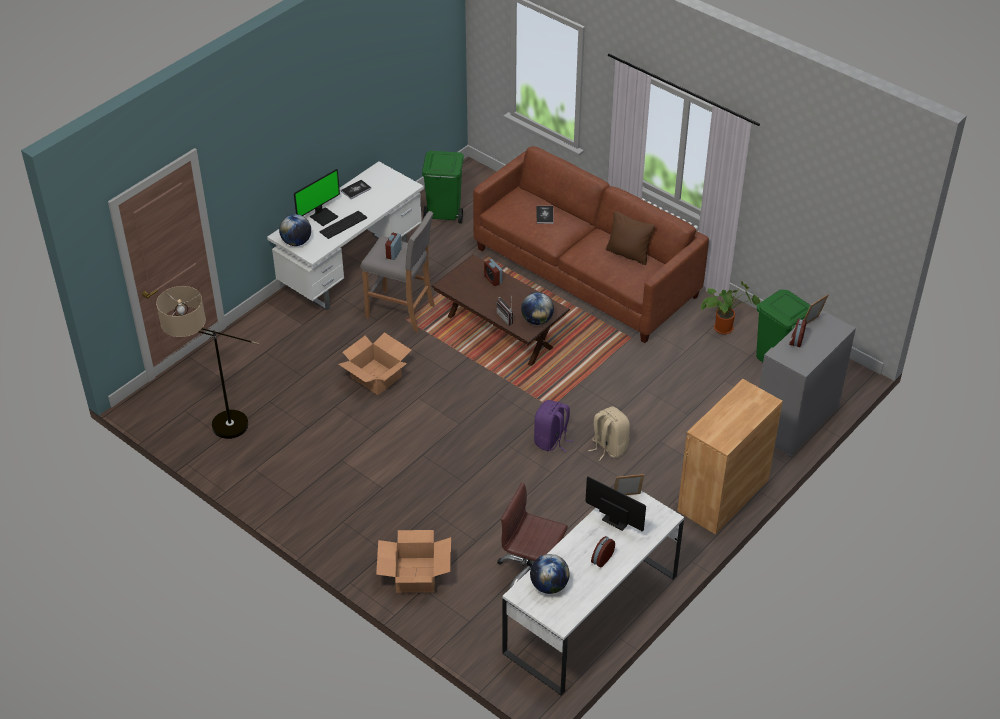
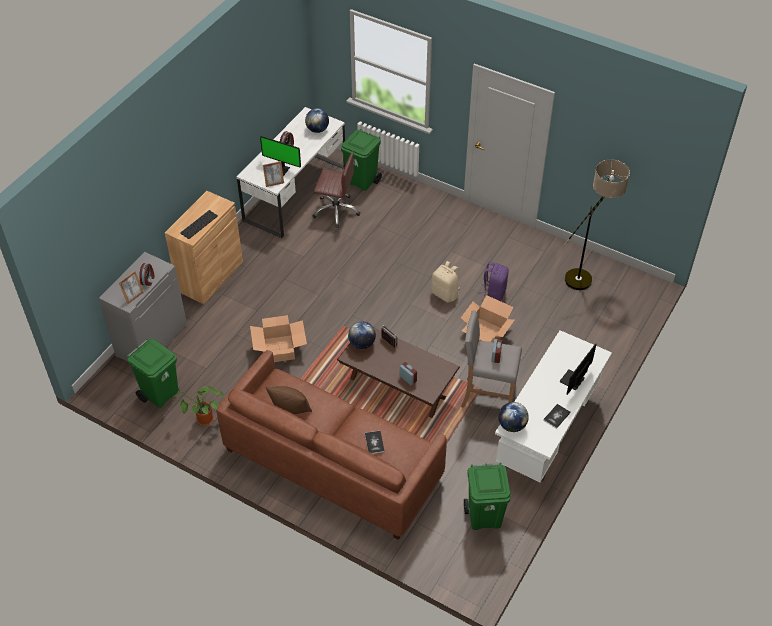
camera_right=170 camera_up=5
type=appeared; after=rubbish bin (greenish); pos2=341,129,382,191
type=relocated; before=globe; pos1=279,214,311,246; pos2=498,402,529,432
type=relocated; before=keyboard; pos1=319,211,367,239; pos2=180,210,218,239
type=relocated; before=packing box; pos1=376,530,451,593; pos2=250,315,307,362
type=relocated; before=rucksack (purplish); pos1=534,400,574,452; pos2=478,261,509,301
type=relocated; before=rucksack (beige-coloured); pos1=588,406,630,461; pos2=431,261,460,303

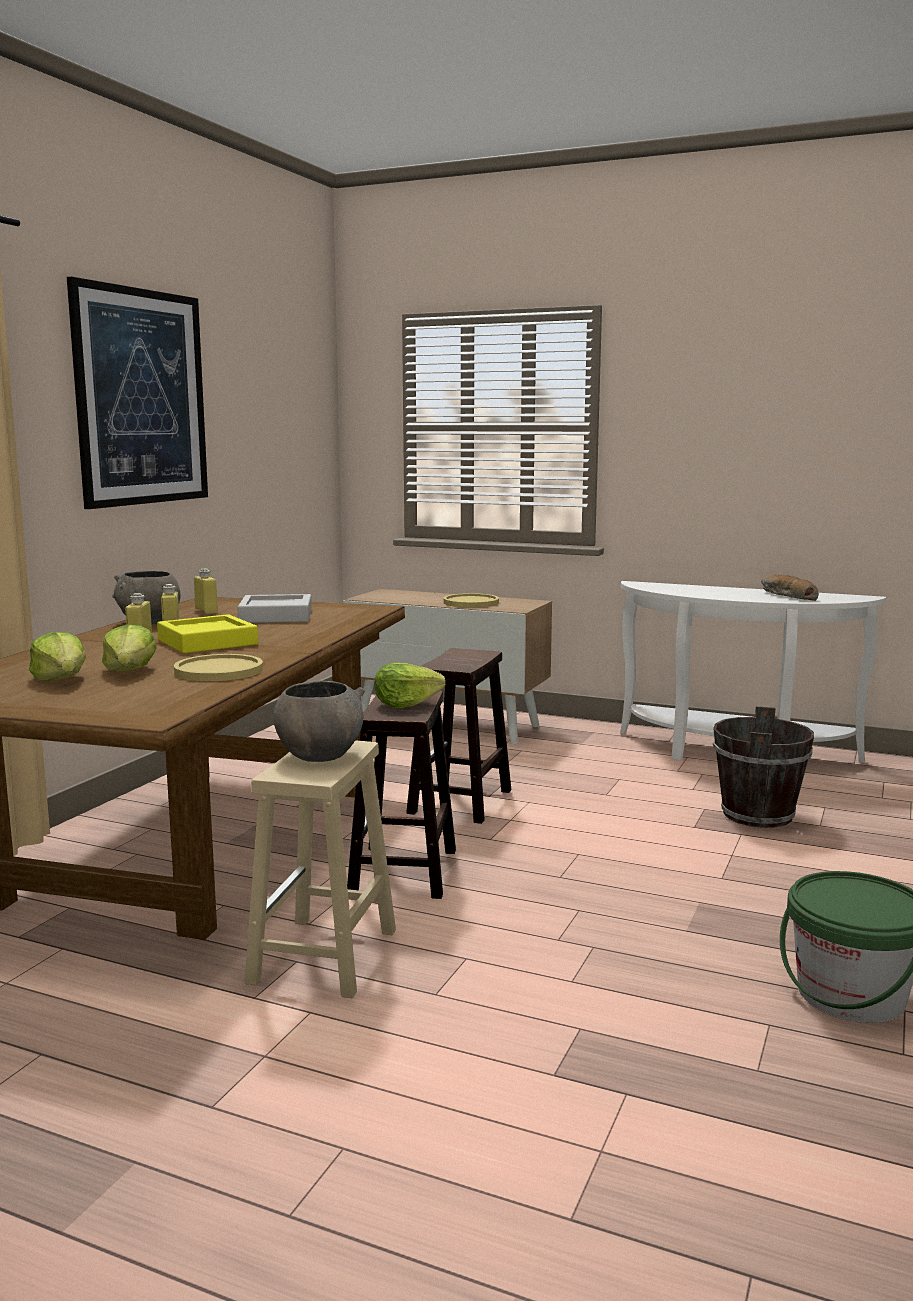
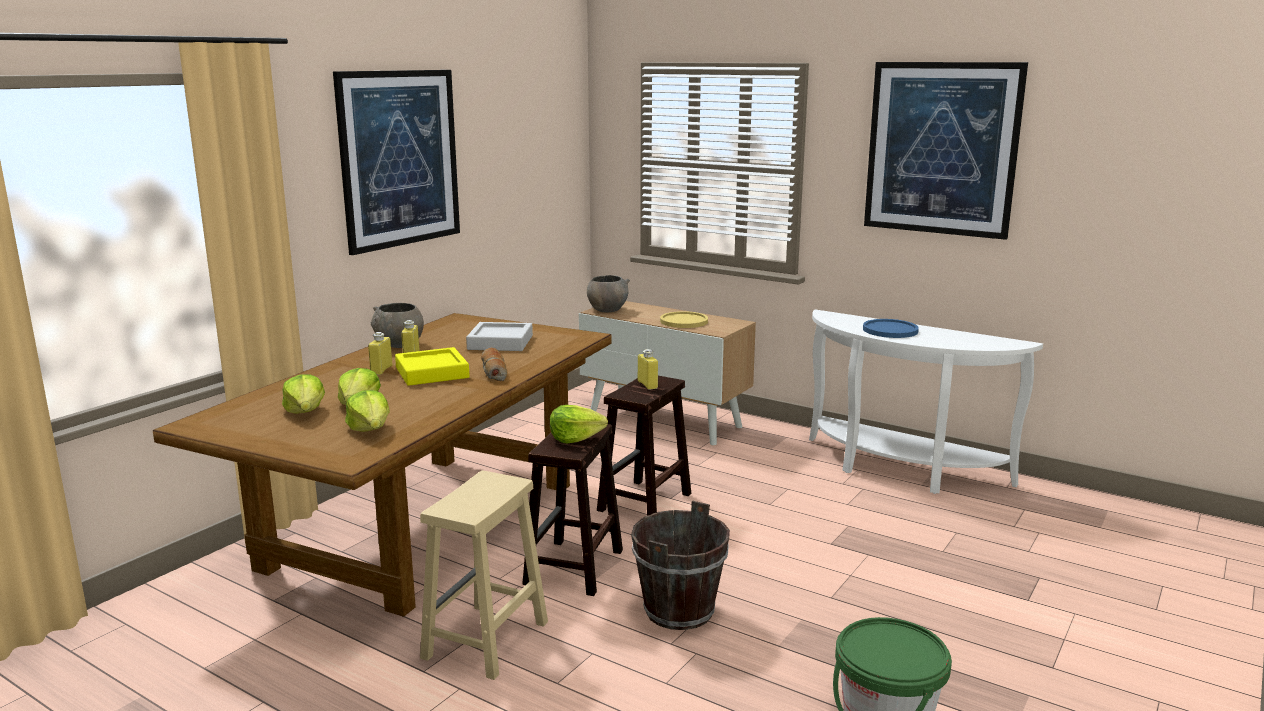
camera_right=10 camera_up=5
type=missing; before=dinner plate (yellowish); pos1=174,654,263,681
type=appeared; after=lettuce; pos2=345,390,390,432
type=appeared; after=dinner plate (blue-coloured); pos2=863,319,919,338
type=appeared; after=picture; pos2=864,62,1028,240
type=relocated; before=bottle (yellowish); pos1=194,569,218,614; pos2=637,349,658,390
type=relocated; before=bowl (greyish); pos1=273,680,365,762; pos2=587,275,630,312
type=relocated; before=pail (brownish); pos1=713,706,814,828; pos2=631,501,730,630
type=relocated; before=bakery bread; pos1=761,574,819,601; pos2=481,348,507,381

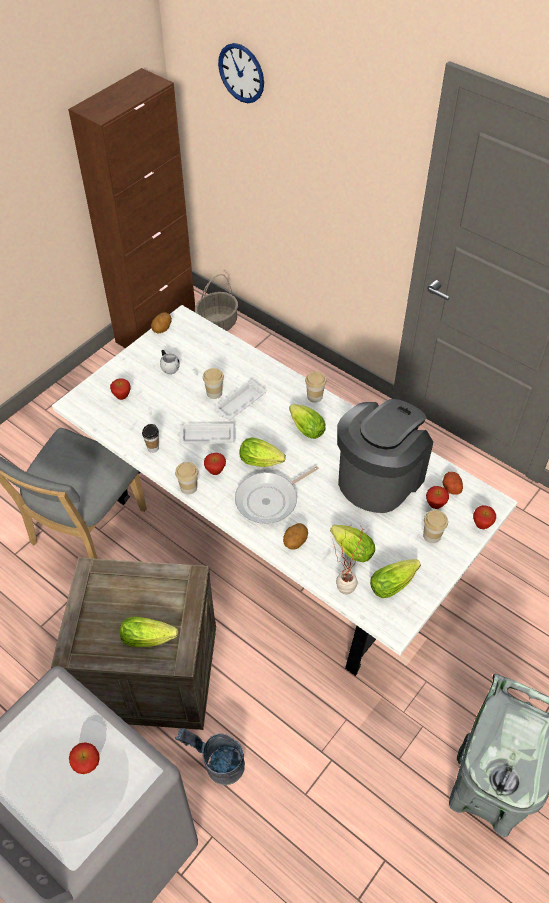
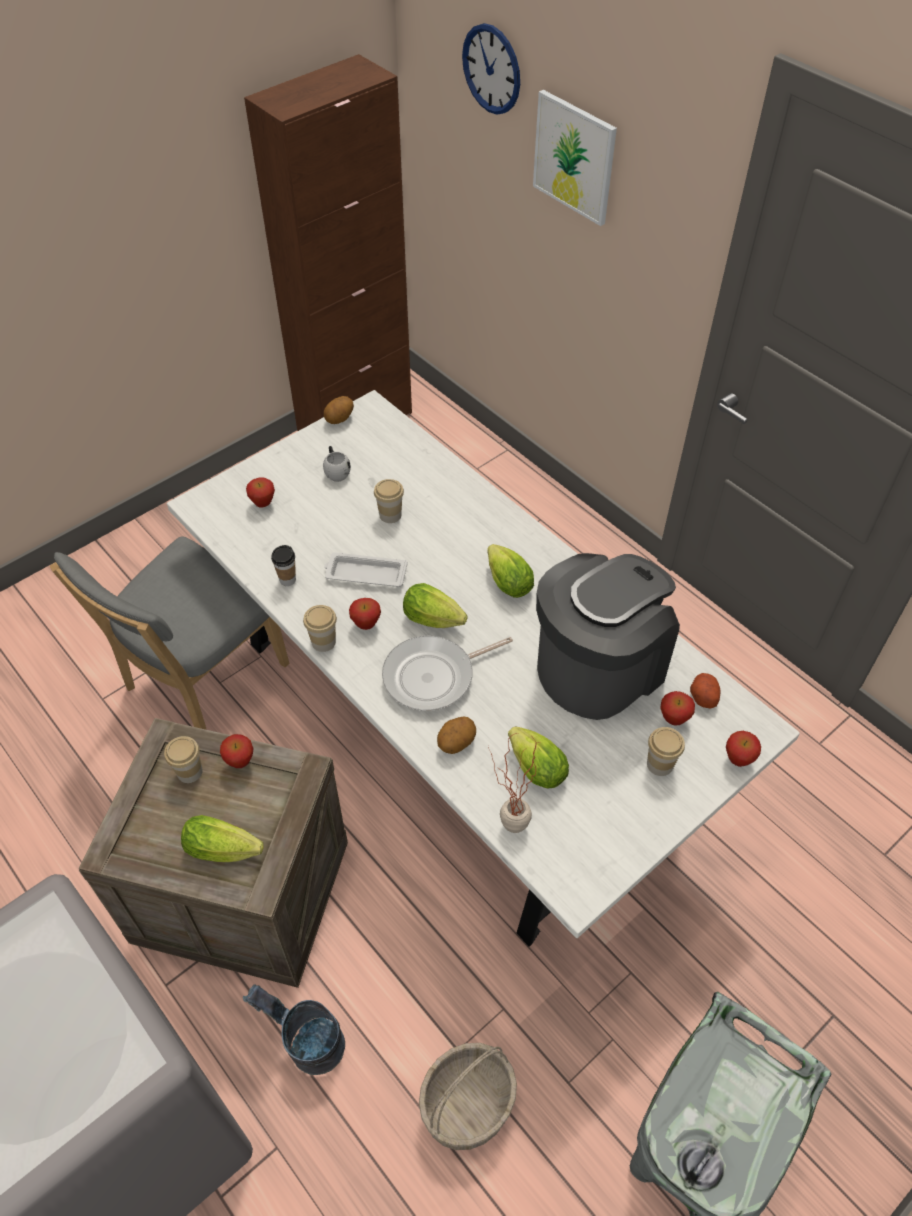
camera_right=10 camera_up=0
type=missing; before=carrying tray (white); pos1=214,379,267,420
type=missing; before=lettuce; pos1=370,559,421,598
type=appeared; after=picture; pos2=533,90,617,226
type=relocated; before=whole apple; pos1=69,742,100,774; pos2=220,734,253,768
type=relocated; before=household basket; pos1=195,274,238,331; pos2=419,1043,517,1150
type=relocated; before=cup; pos1=305,372,326,402; pos2=164,736,203,783

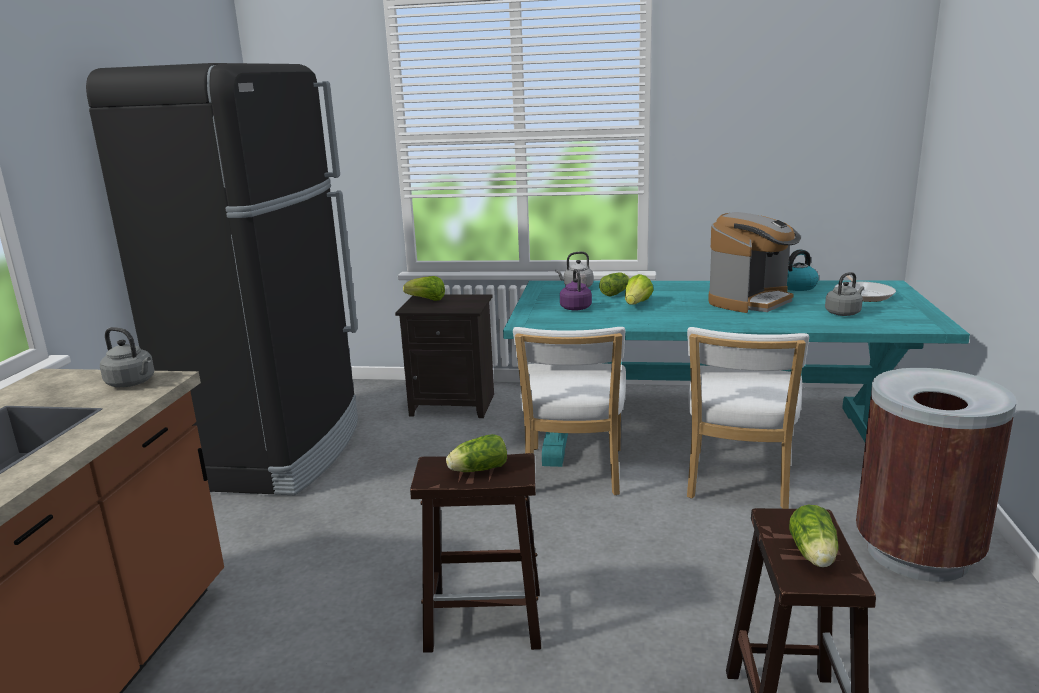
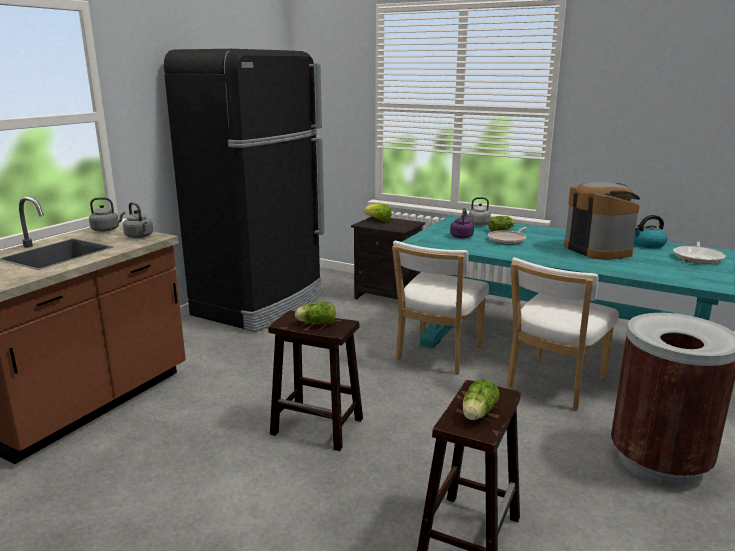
camera_right=20 camera_up=0
type=relocated; before=kettle (greyish); pos1=825,272,864,316; pos2=89,197,125,232
type=exchanged; before=lettuce; after=frying pan; pos1=625,274,654,305; pos2=488,227,527,245
type=spun; before=coffee brewer; pos1=708,212,801,313; pos2=564,182,640,260; turn=-90

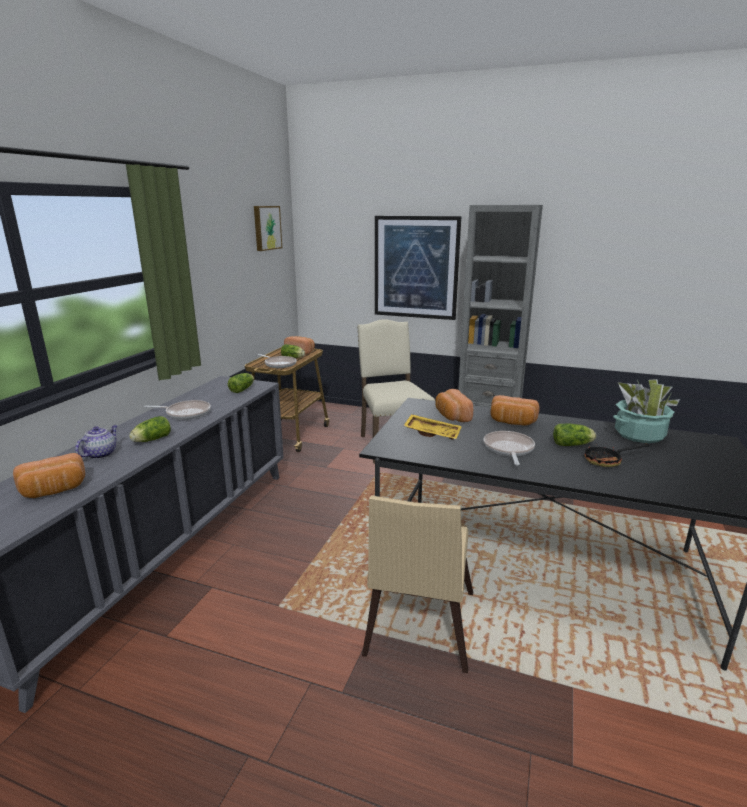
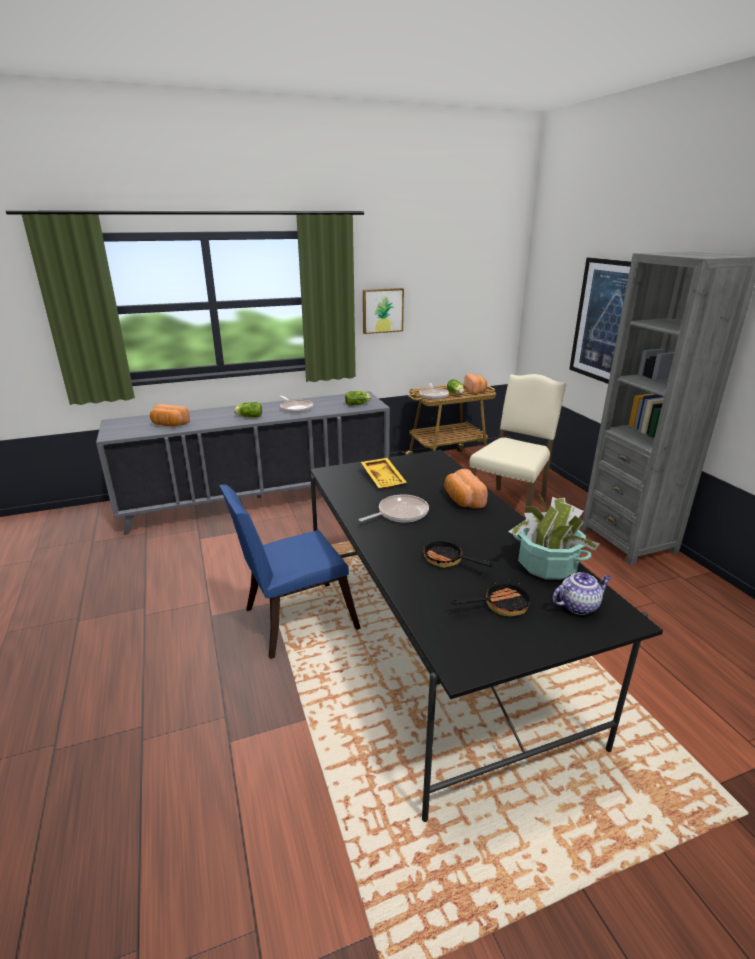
camera_right=50 camera_up=5
type=missing; before=bakery bread; pos1=435,389,474,422
type=missing; before=lettuce; pos1=553,424,596,446
type=appeared; after=frying pan; pos2=451,580,530,617
type=relocated; before=teapot; pos1=75,425,118,459; pos2=552,572,612,615
type=relocated; before=picture; pos1=254,206,282,251; pos2=363,288,404,334
type=colour; before=chair (beige-coloured); after=chair (blue-coloured); pos1=362,495,473,673; pos2=219,485,361,659

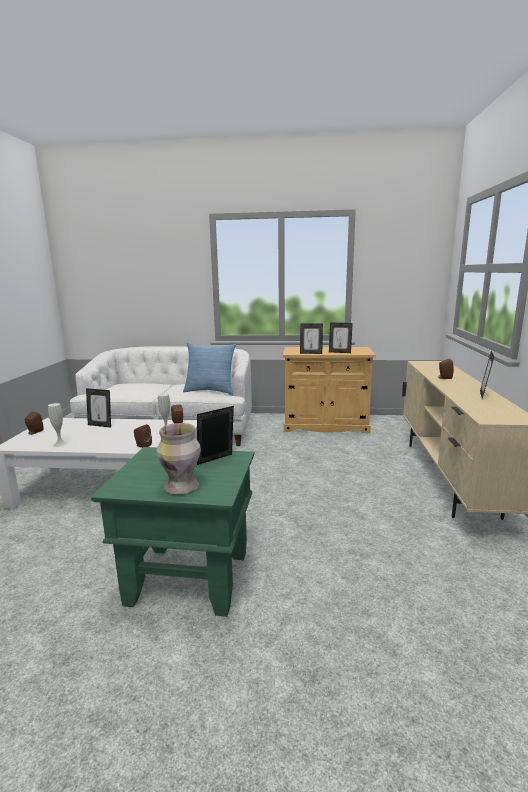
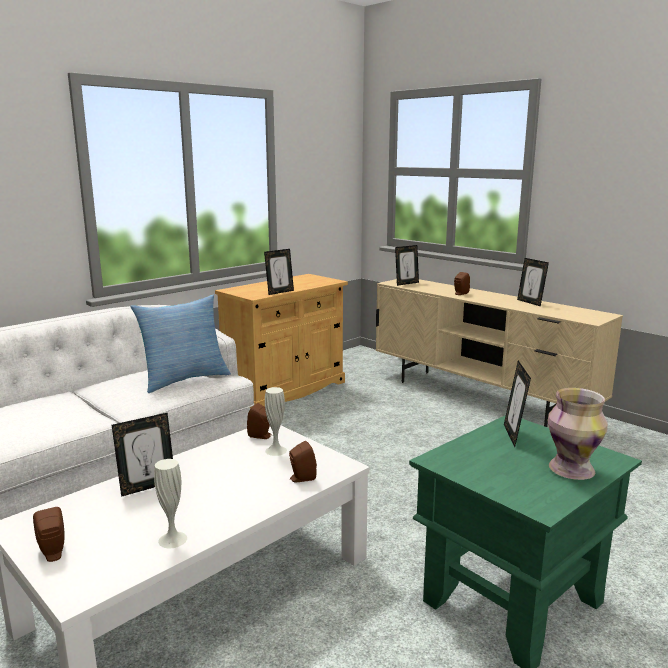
camera_right=-50 camera_up=0
type=relocated; before=standing frame; pos1=329,323,353,353; pos2=395,245,419,286

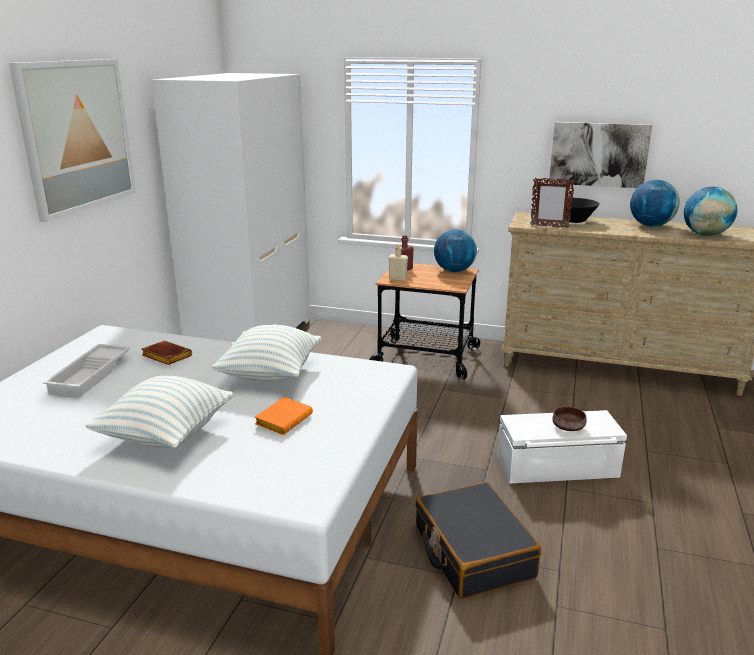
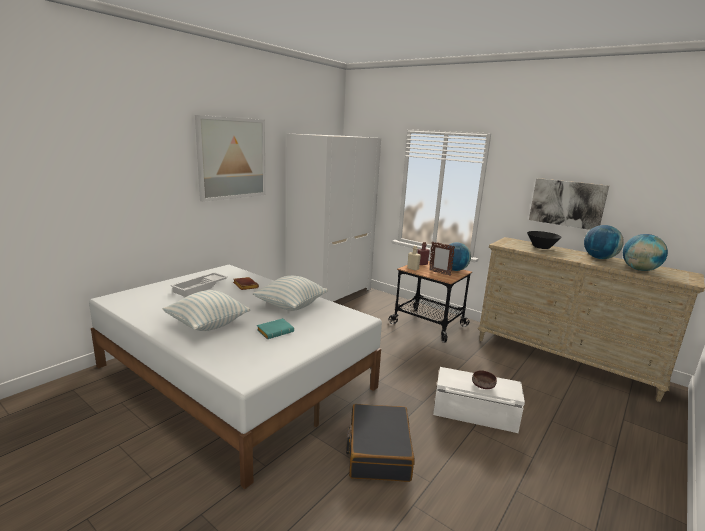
camera_right=20 camera_up=-5
type=relocated; before=standing frame; pos1=530,177,575,228; pos2=429,242,455,276
type=colour; before=book (orange-coloured); after=book (turquoise); pos1=255,397,313,435; pos2=257,318,294,339

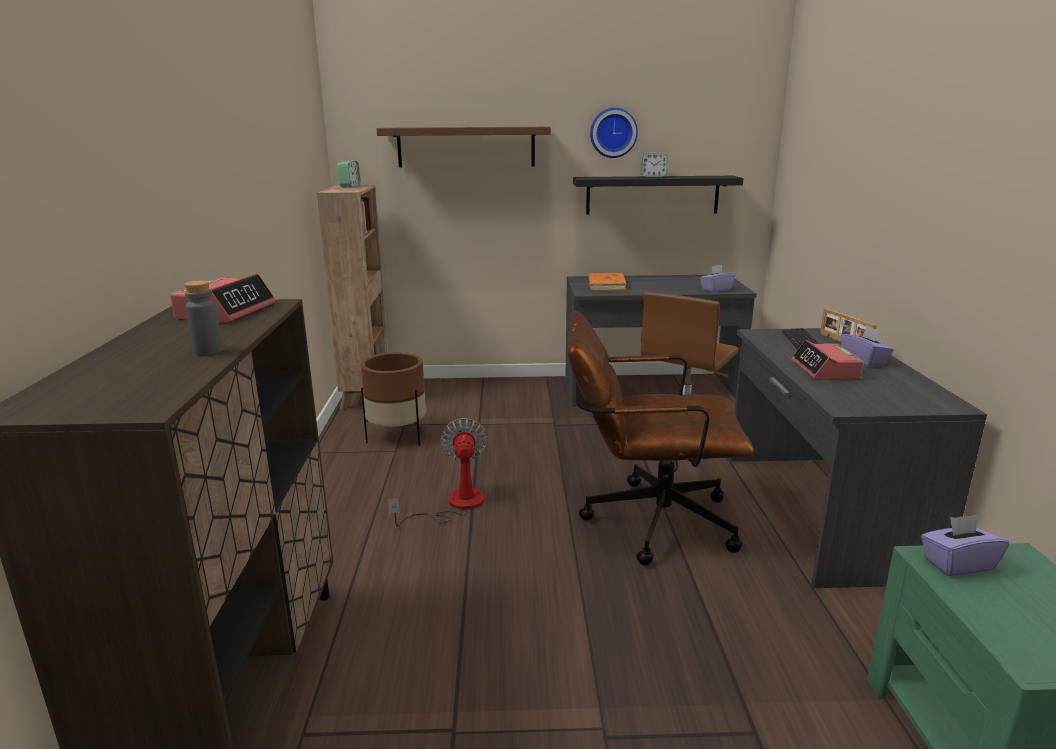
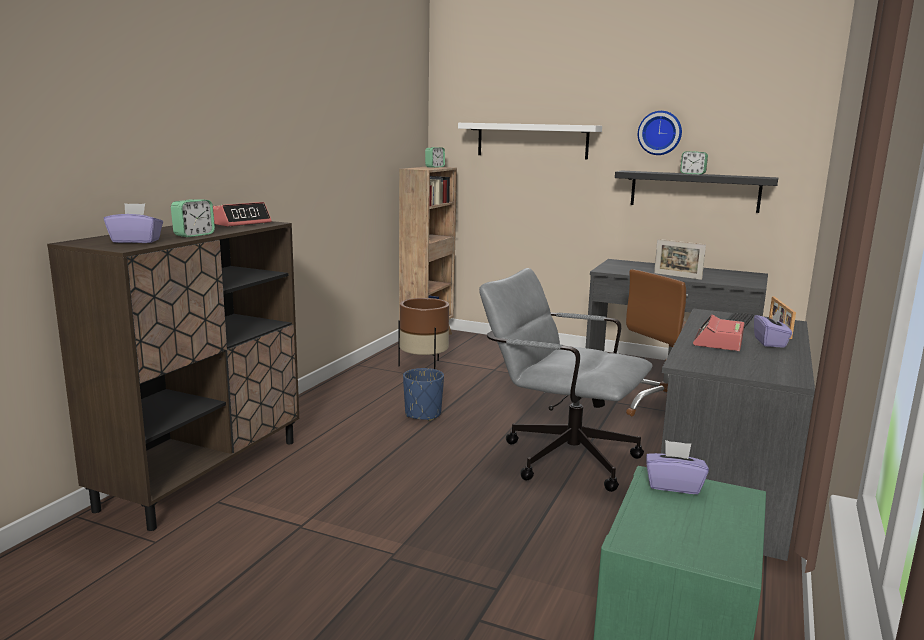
camera_right=25 camera_up=-5
type=missing; before=book (orange-coloured); pos1=589,273,626,290
type=appeared; after=standing frame; pos2=654,239,706,280
type=relocated; before=box of tissues (purplish); pos1=700,264,736,292; pos2=104,203,163,243
type=exchanged; before=bottle (greyish); after=table clock; pos1=184,280,223,355; pos2=171,199,215,237
type=exchanged; before=fan; after=planter (blue-coloured); pos1=387,418,488,526; pos2=403,368,444,421
type=colour; before=shelf (brownish); after=shelf (white); pos1=377,127,551,168; pos2=458,123,602,160
type=colour; before=office chair (brownish); after=office chair (greyish); pos1=567,311,754,565; pos2=479,268,653,492

